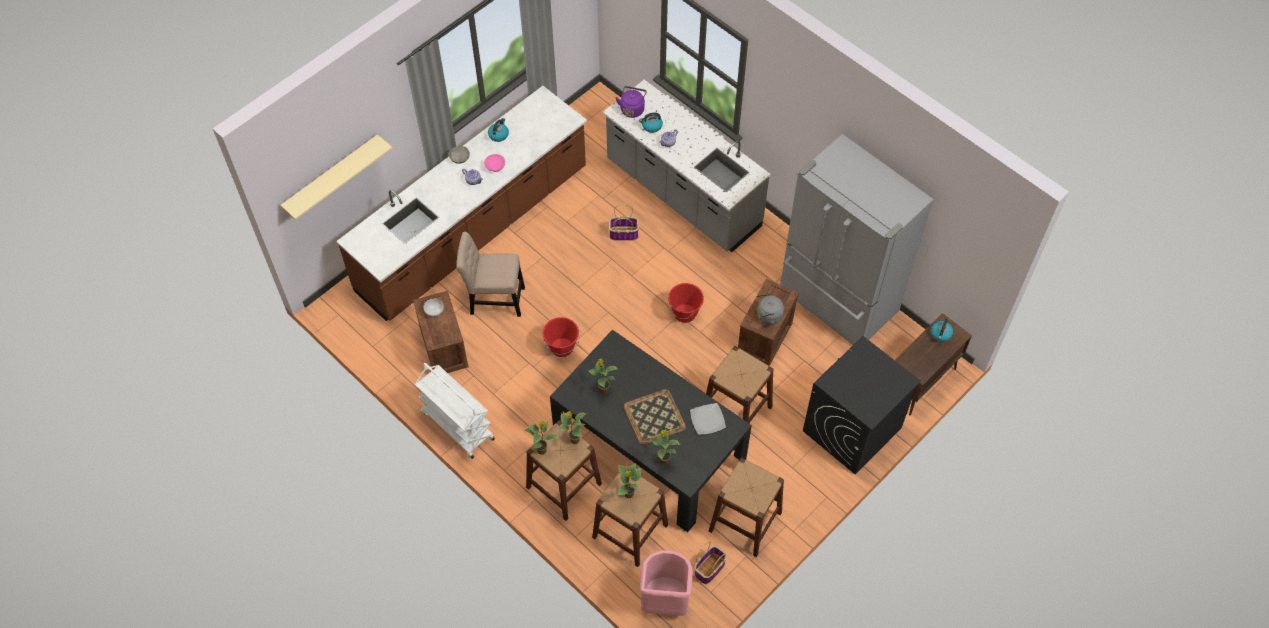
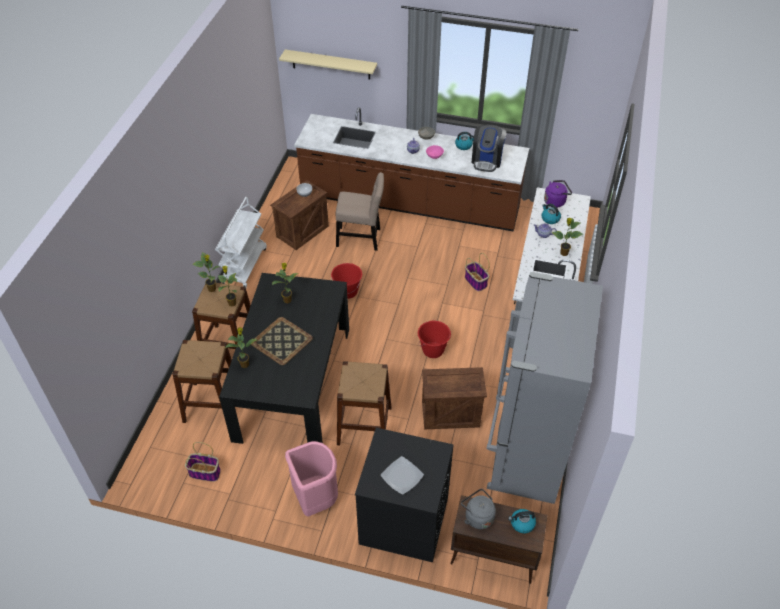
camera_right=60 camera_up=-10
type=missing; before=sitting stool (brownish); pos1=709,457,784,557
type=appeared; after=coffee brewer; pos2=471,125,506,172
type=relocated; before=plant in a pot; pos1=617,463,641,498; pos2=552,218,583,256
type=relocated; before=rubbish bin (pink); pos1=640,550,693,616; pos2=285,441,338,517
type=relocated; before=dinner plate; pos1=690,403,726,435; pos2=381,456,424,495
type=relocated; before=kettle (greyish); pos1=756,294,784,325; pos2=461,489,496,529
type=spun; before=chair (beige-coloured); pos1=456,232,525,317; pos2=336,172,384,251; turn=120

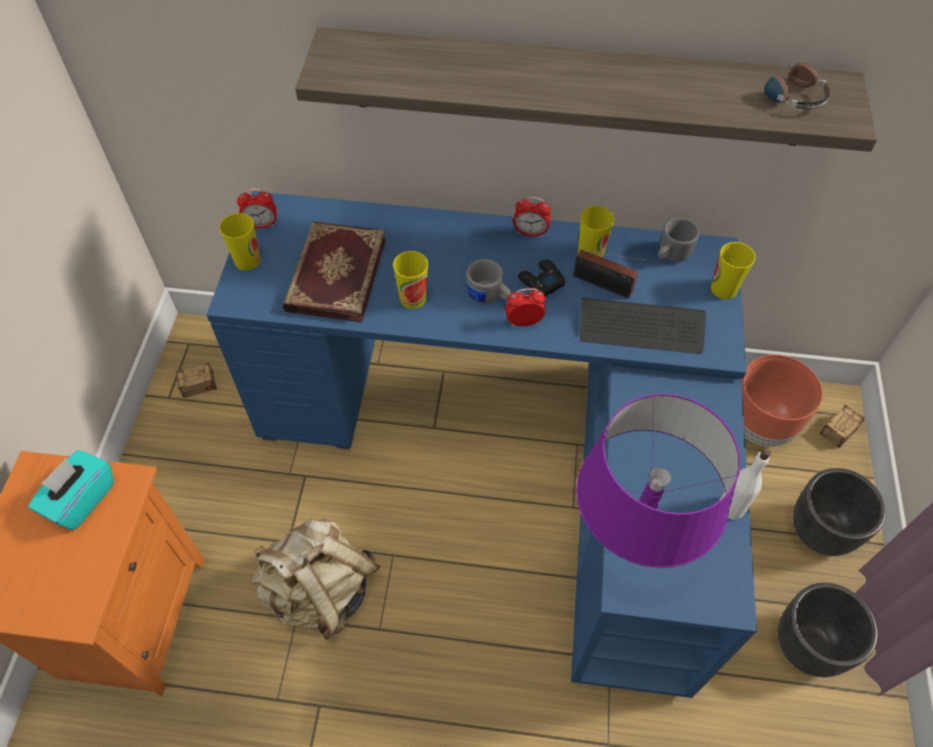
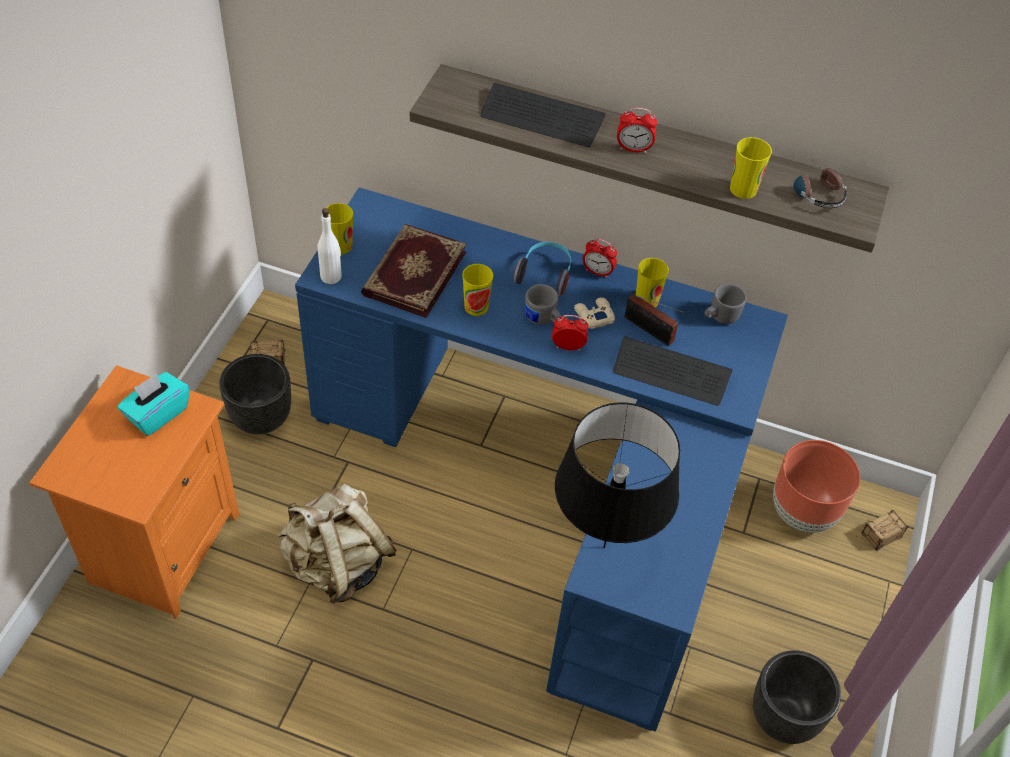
camera_right=10 camera_up=-5
type=appeared; after=keyboard; pos2=480,83,606,147
type=appeared; after=pair of headphones; pos2=514,242,572,296
type=relocated; before=table clock; pos1=237,189,277,228; pos2=617,108,657,153
type=relocated; before=cup; pos1=711,242,756,299; pos2=730,137,772,199
type=relocated; before=bottle (white); pos1=719,448,771,520; pos2=317,208,342,284
type=relocated; before=planter (black); pos1=793,468,886,556; pos2=219,354,291,434
type=colour; before=joypad (black); after=joypad (beige-coloured); pos1=518,260,565,296; pos2=574,297,615,329
type=colour; before=table lamp (purplish); after=table lamp (black); pos1=576,394,740,568; pos2=555,402,680,548

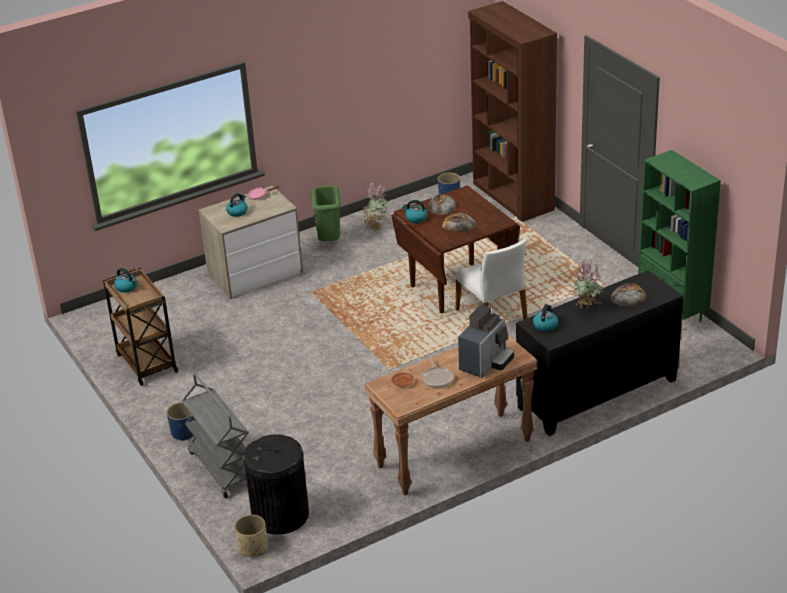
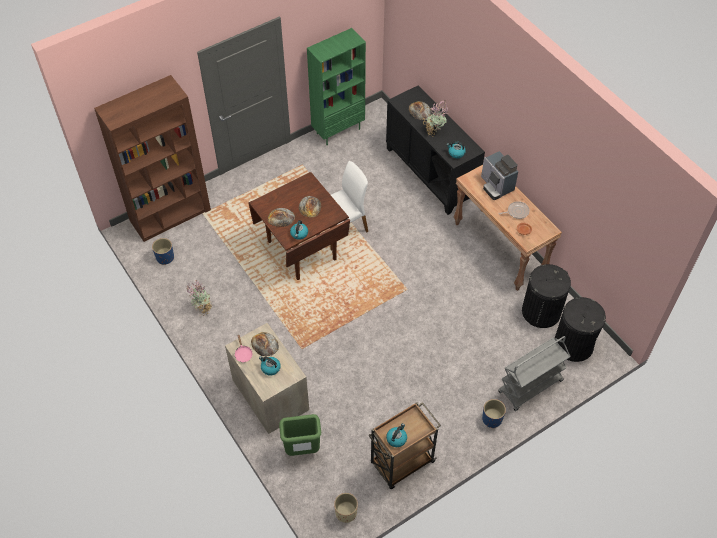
camera_right=-95 camera_up=20
type=appeared; after=bakery bread; pos2=251,332,279,357
type=appeared; after=rubbish bin (black); pos2=522,264,571,328
type=relocated; before=planter (beige-coloured); pos1=234,514,267,557; pos2=334,493,358,523
type=relocated; before=rubbish bin (greenish); pos1=311,185,341,241; pos2=279,414,321,456
type=spun; before=coffee brewer; pos1=458,305,514,378; pos2=481,151,518,200; turn=-150

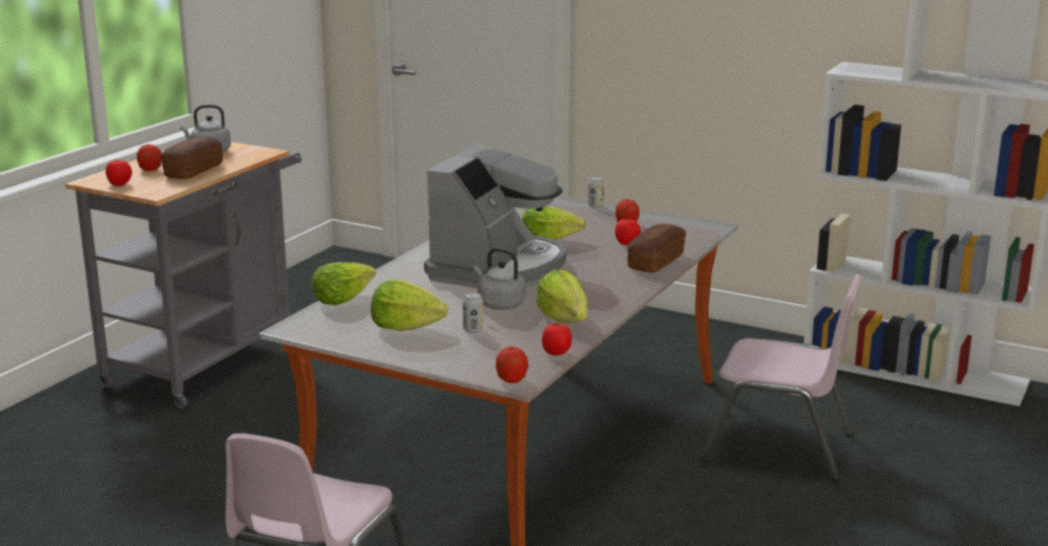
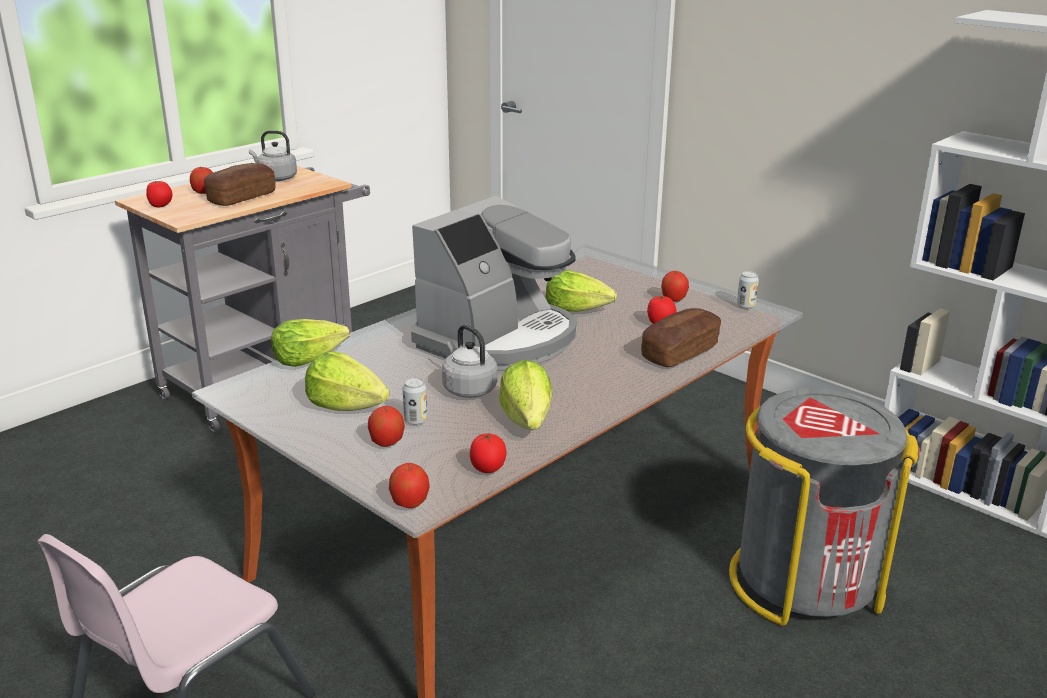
camera_right=15 camera_up=5
type=appeared; after=whole apple; pos2=368,406,405,447
type=relocated; before=sealed can; pos1=588,177,604,208; pos2=737,271,759,309
type=exchanged; before=chair (pink); after=rubbish bin (greyish); pos1=700,274,862,482; pos2=729,388,920,626

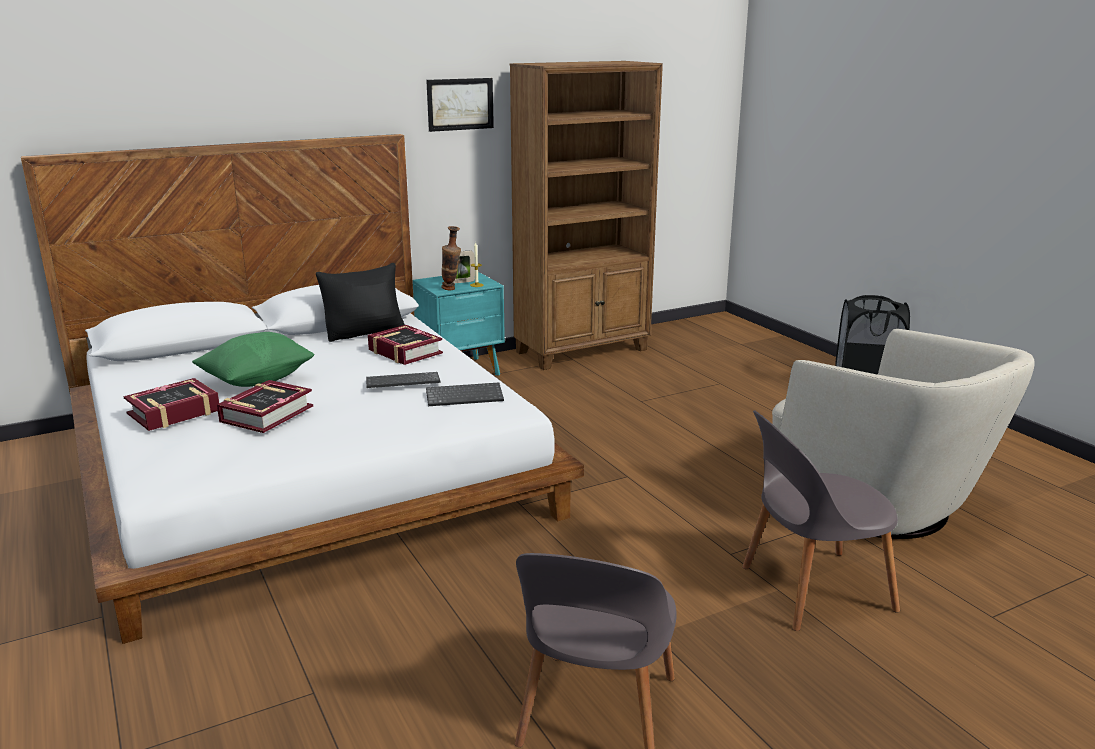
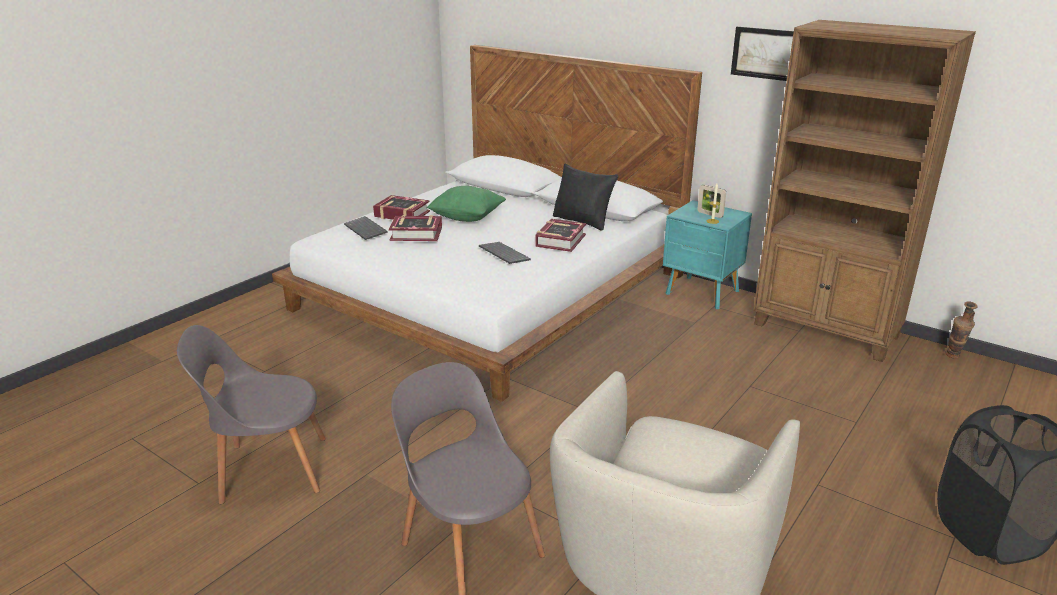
camera_right=65 camera_up=5
type=relocated; before=keyboard; pos1=426,382,504,406; pos2=344,216,388,240
type=relocated; before=vase; pos1=441,226,461,291; pos2=946,301,978,359

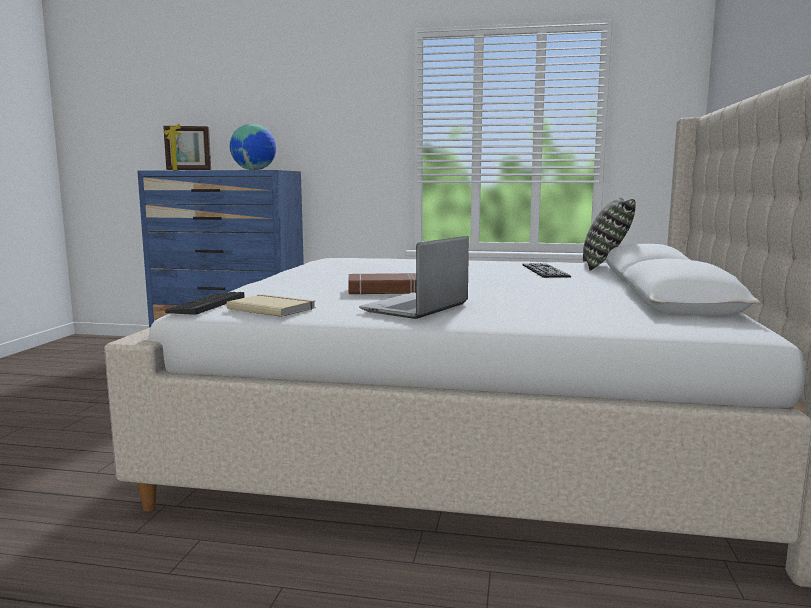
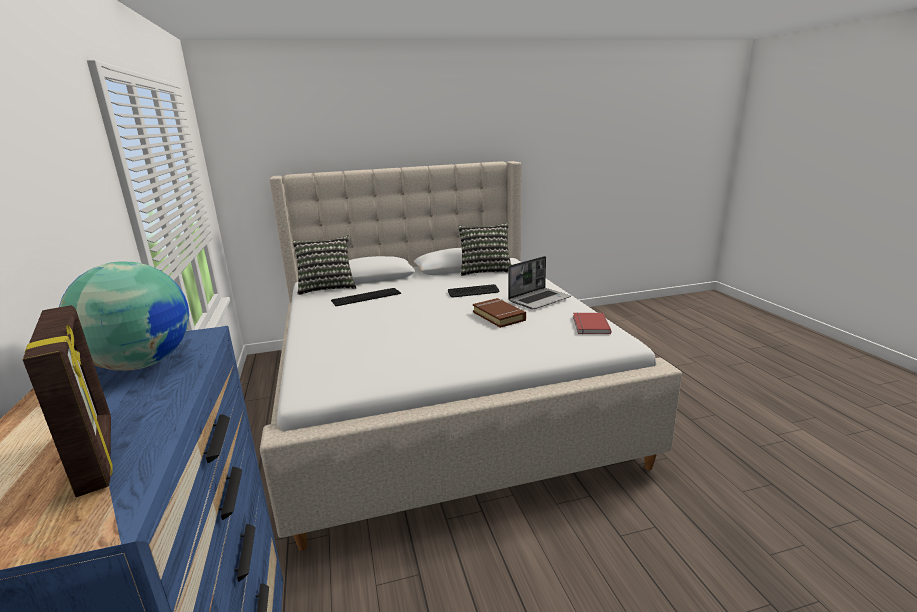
camera_right=-115 camera_up=10
type=appeared; after=pillow; pos2=458,223,511,276
type=relocated; before=keyboard; pos1=165,292,245,315; pos2=448,284,499,297
type=colour; before=book (beige-coloured); after=book (reddish); pos1=226,294,316,317; pos2=573,312,611,334
type=spun; before=notebook computer; pos1=359,236,469,319; pos2=508,256,571,309; turn=-45

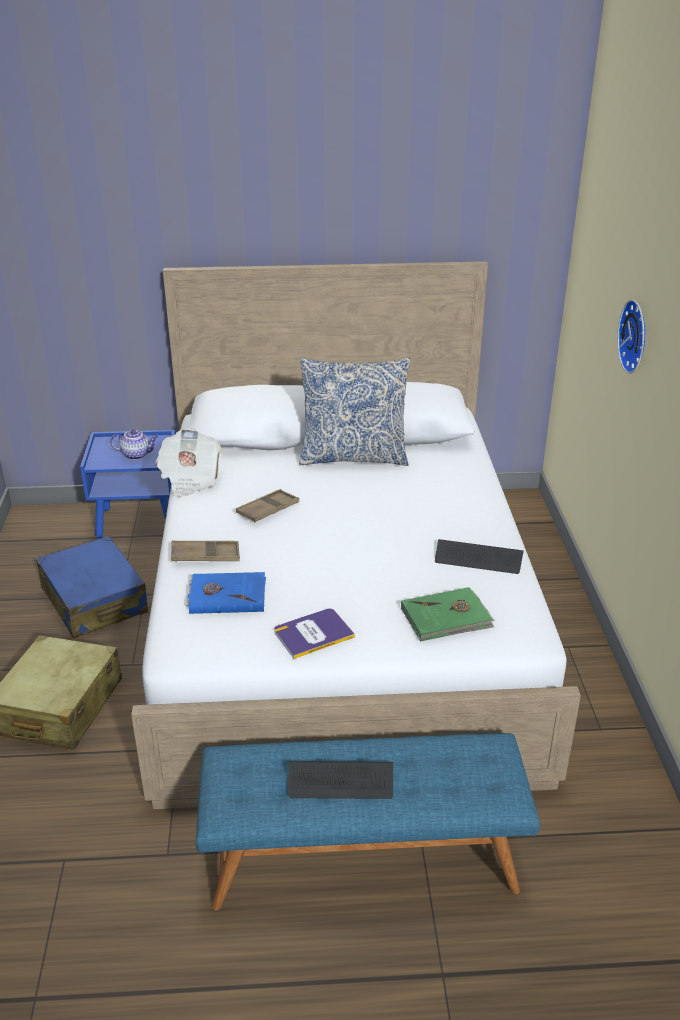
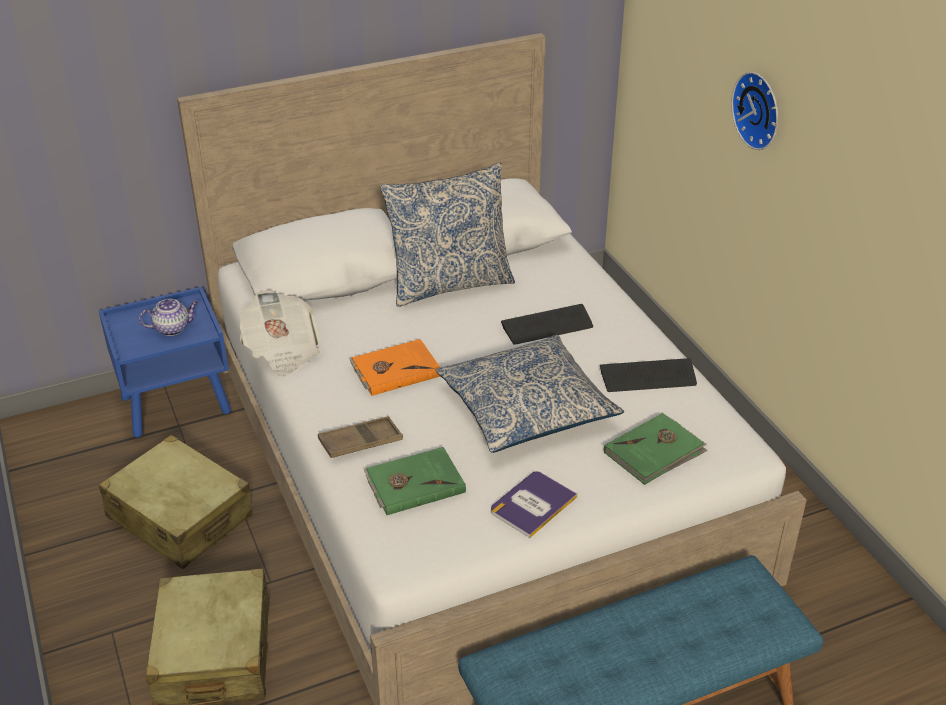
camera_right=-20 camera_up=5
type=appeared; after=pillow; pos2=436,335,624,453
type=relocated; before=keyboard; pos1=288,761,393,799; pos2=501,304,593,345
type=exchanged; before=carrying tray (brownish); after=book (orange-coloured); pos1=236,489,299,522; pos2=349,339,440,396
type=colour; before=piece of luggage (blue-coloured); after=piece of luggage (beige-coloured); pos1=36,536,148,638; pos2=99,435,252,569
type=colour; before=book (blue-coloured); after=book (greenish); pos1=186,572,266,614; pos2=364,447,466,515

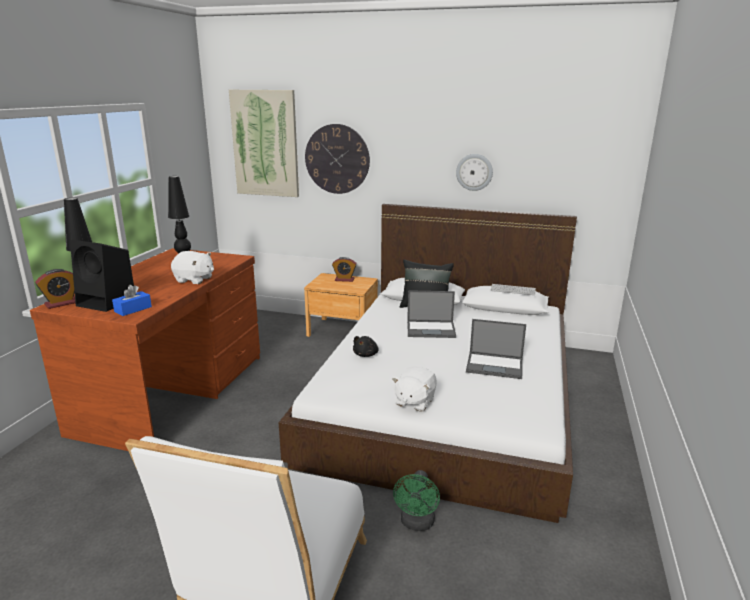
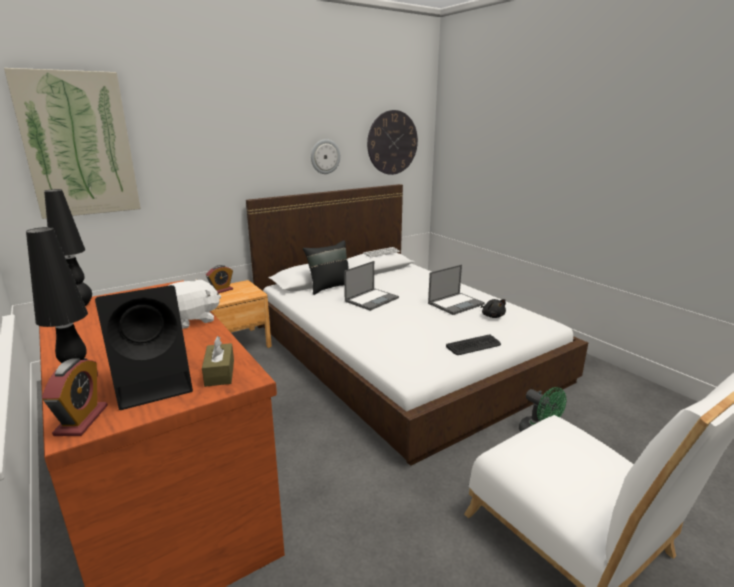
camera_right=-50 camera_up=0
type=relocated; before=wall clock; pos1=305,124,370,194; pos2=367,110,418,175
type=relocated; before=soft toy (black); pos1=353,336,379,357; pos2=481,299,506,318
type=exchanged; before=soft toy (white); after=keyboard; pos1=392,366,437,412; pos2=446,334,501,355
type=colour; before=box of tissues (blue-coloured); after=box of tissues (brownish); pos1=112,285,152,316; pos2=202,336,234,387

